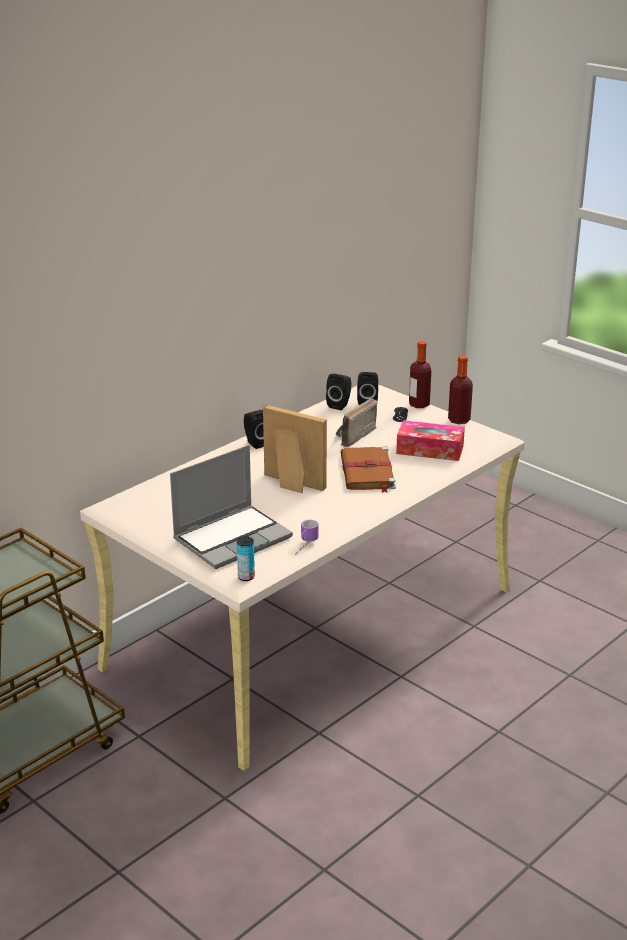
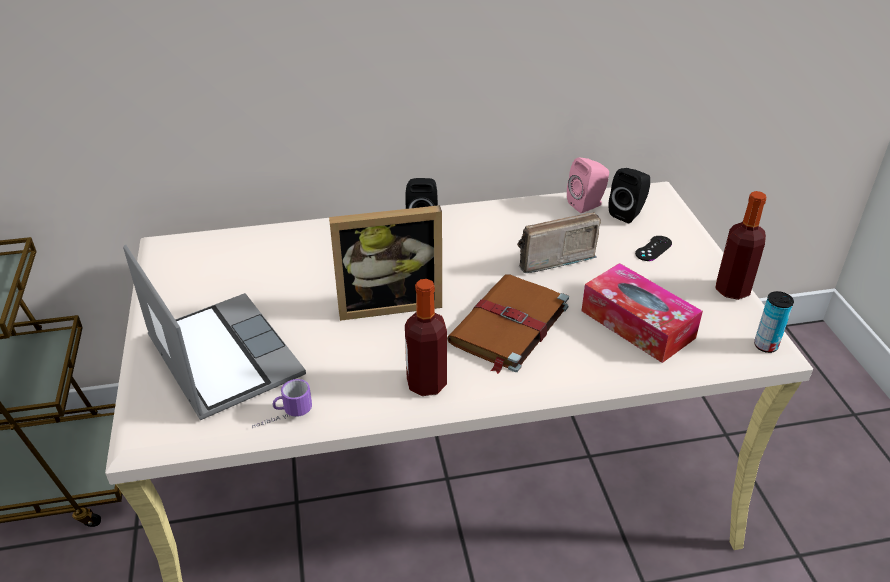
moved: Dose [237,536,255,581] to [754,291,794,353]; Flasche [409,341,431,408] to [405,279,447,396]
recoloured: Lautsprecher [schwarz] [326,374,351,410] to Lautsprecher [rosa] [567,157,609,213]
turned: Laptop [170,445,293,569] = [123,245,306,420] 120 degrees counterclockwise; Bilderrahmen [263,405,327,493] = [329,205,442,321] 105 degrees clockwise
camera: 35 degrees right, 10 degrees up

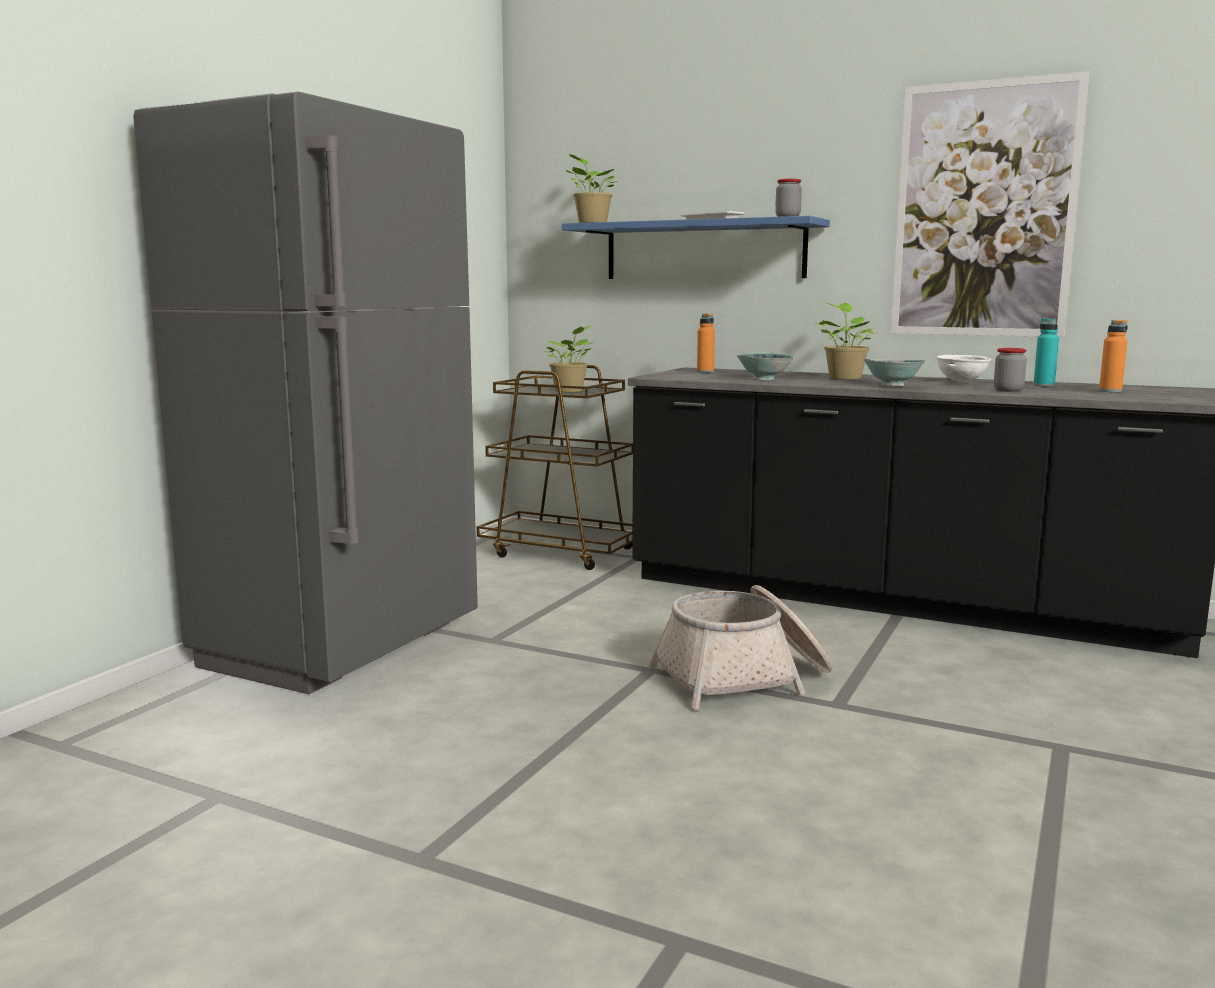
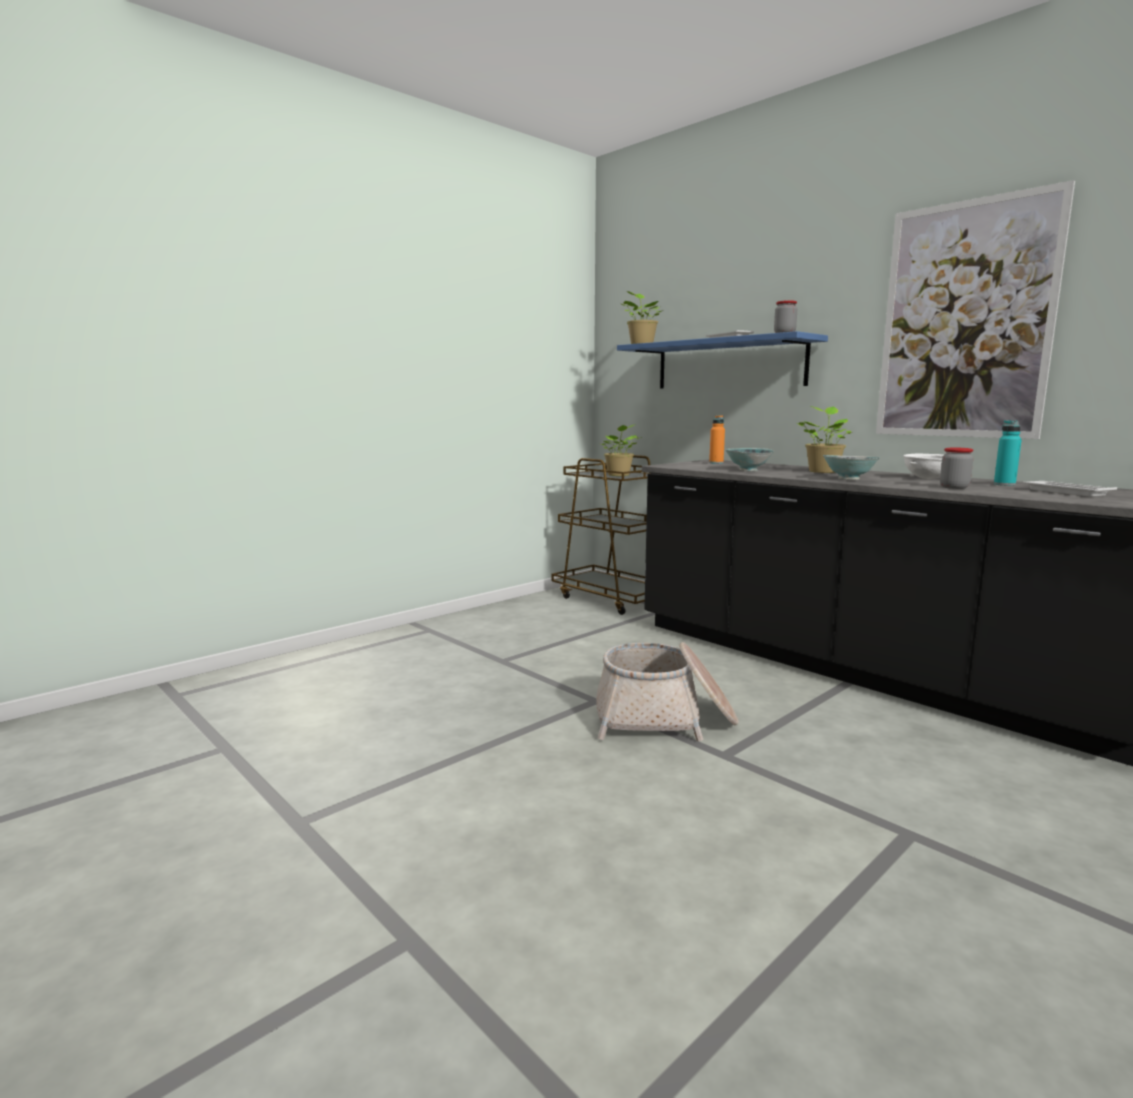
removed: Kühlschrank [grau] [133,92,478,694]
replaced: Flasche [orange] [1099,320,1128,392] to Tablett [weiß] [1023,481,1117,497]
camera: 20 degrees right, 0 degrees up

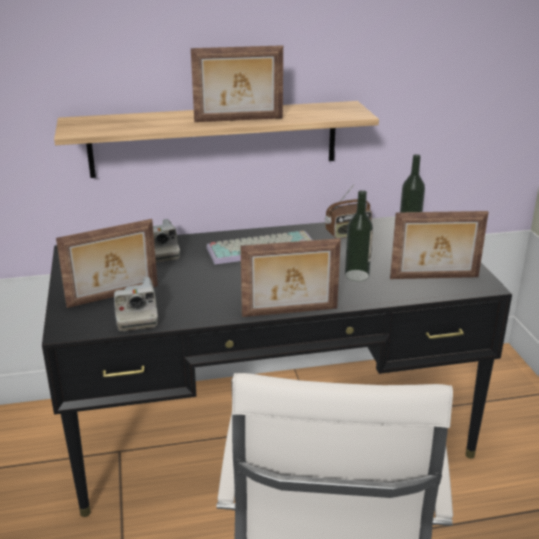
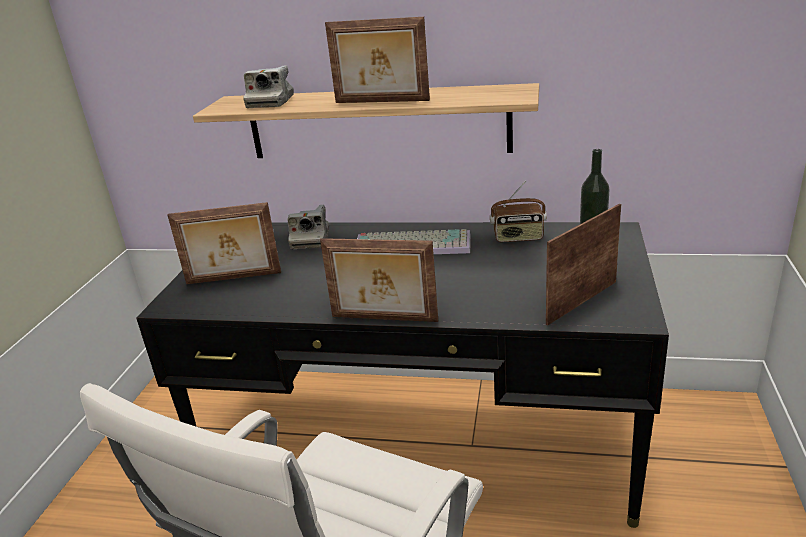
removed: Flasche [345,190,373,281]
moved: Kamera [114,277,158,331] to [243,66,294,108]
turned: Bilderrahmen [390,211,489,279] = [546,204,621,325] 120 degrees clockwise
camera: 25 degrees right, 0 degrees up

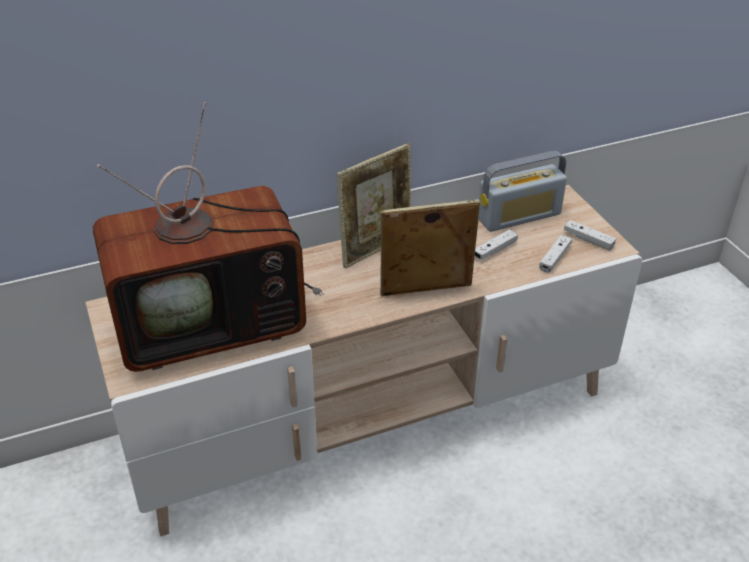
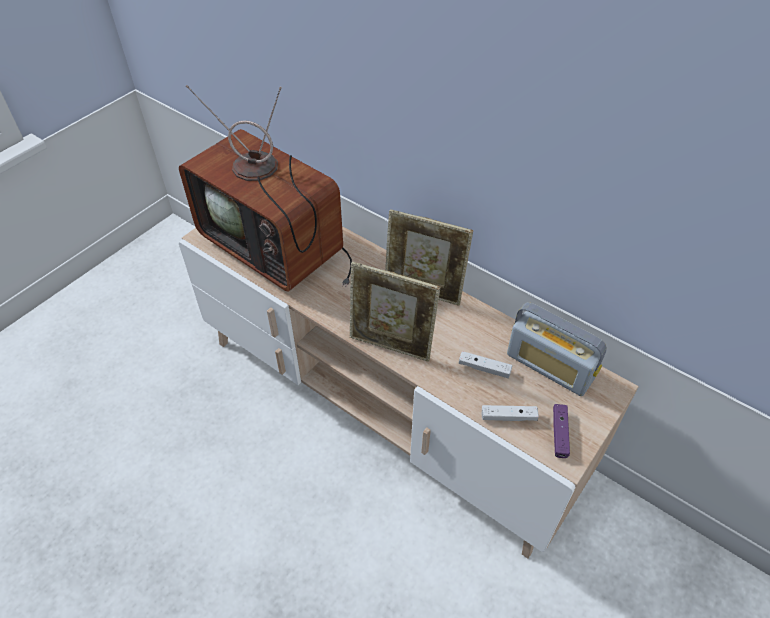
recoloured: Gamepad [weiß] [564,220,616,251] to Gamepad [lila] [553,404,570,458]
turned: Bilderrahmen [380,199,480,297] = [350,261,440,362] 150 degrees clockwise
camera: 60 degrees right, 10 degrees up

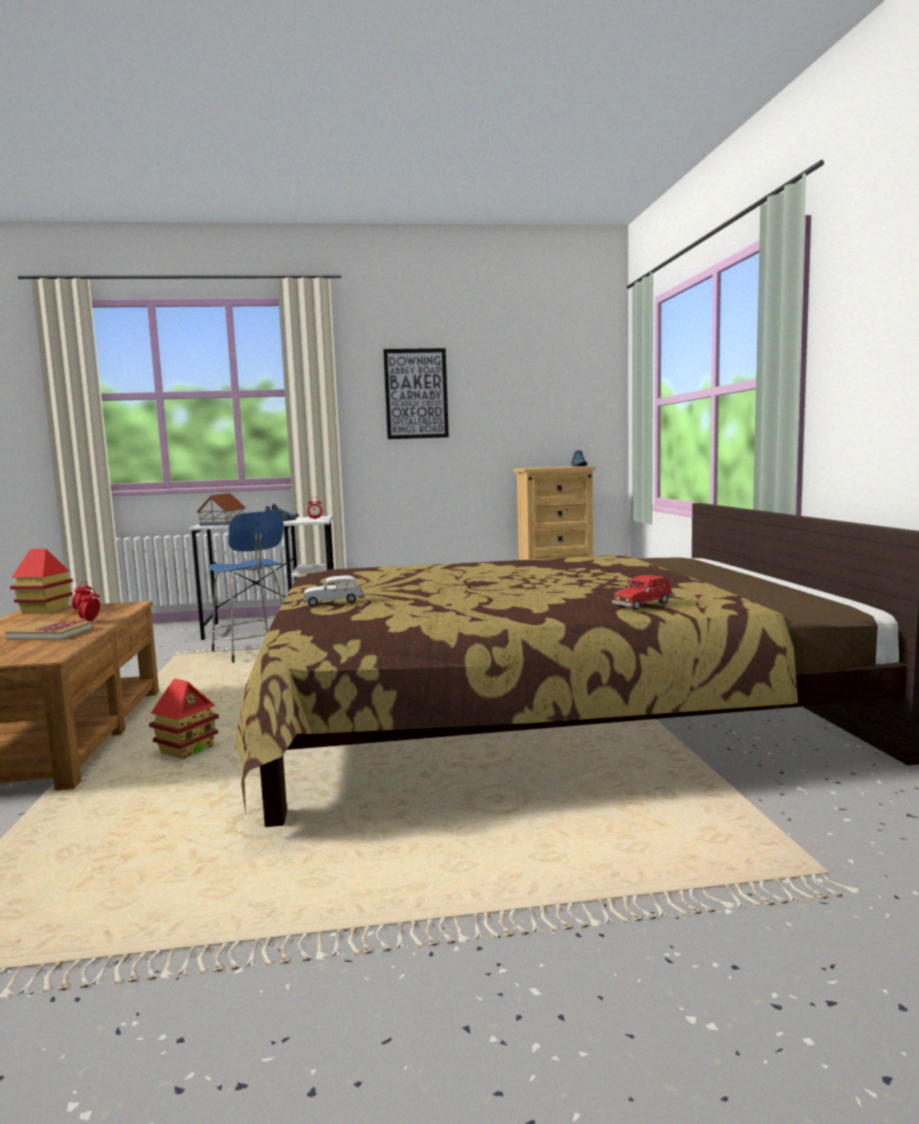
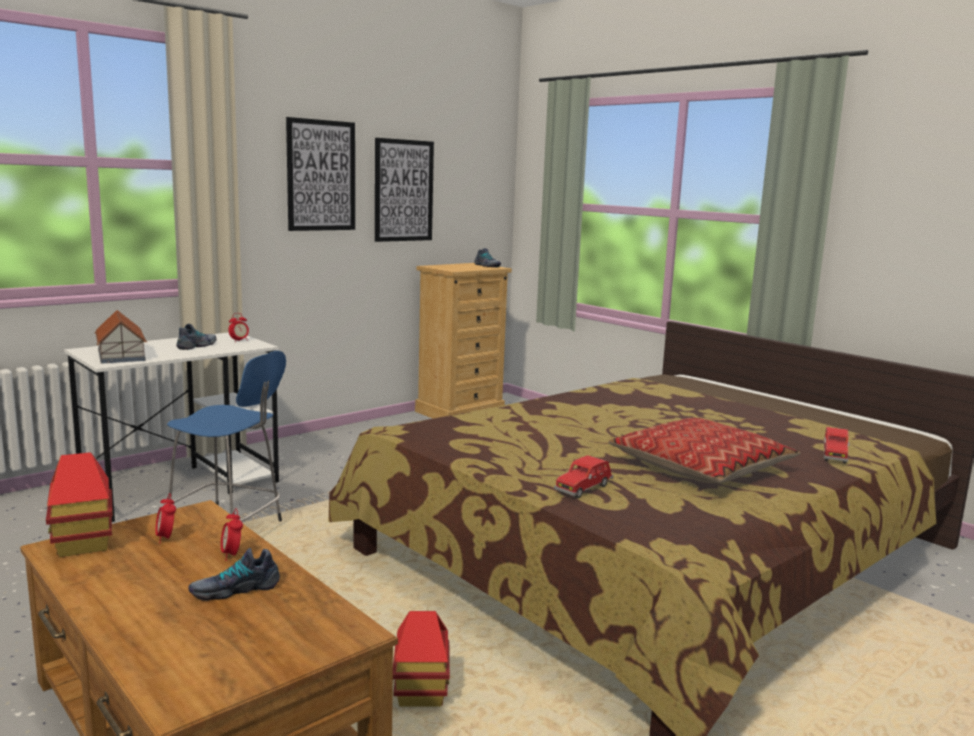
added: Bild [375,138,434,242]; Kissen [609,418,800,483]
replaced: Buch [5,621,93,640] to Schuh [188,548,280,601]
recoloured: Spielzeugauto [weiß] [304,576,365,607] to Spielzeugauto [rot] [554,455,613,498]
camera: 35 degrees left, 5 degrees up

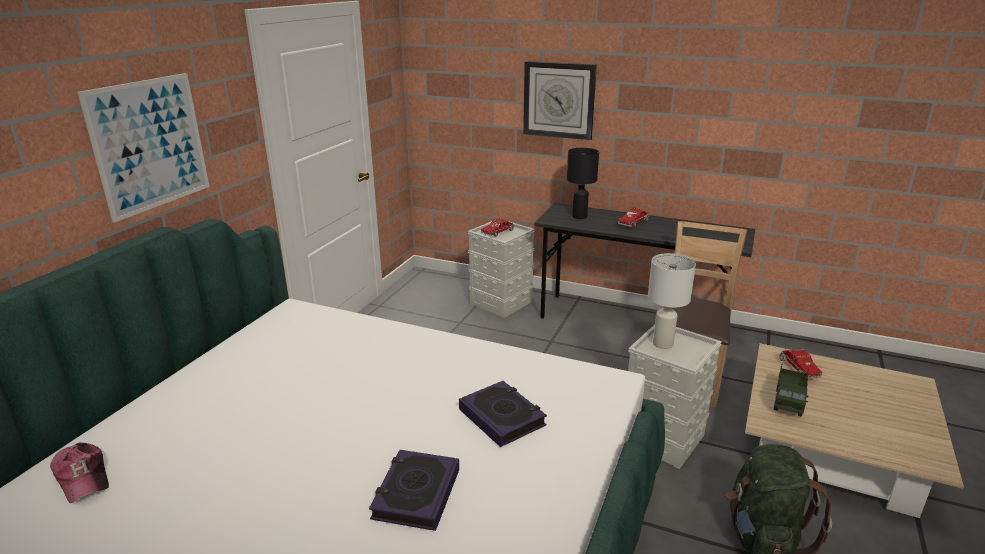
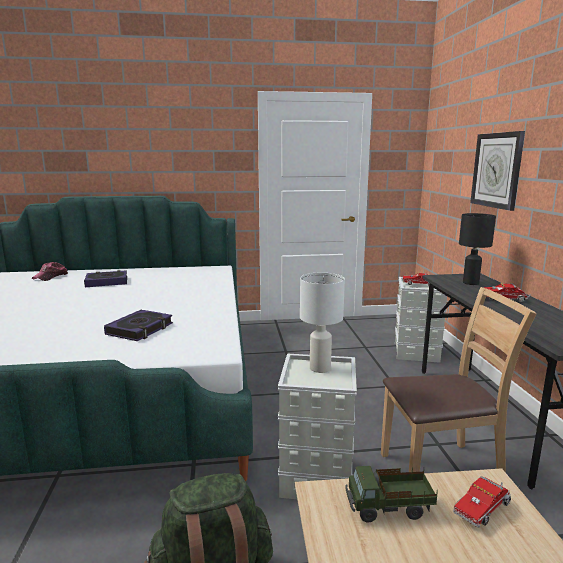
removed: Bild [77,73,210,223]
moved: Buch [369,450,459,531] to [84,270,127,287]
camera: 60 degrees right, 10 degrees down

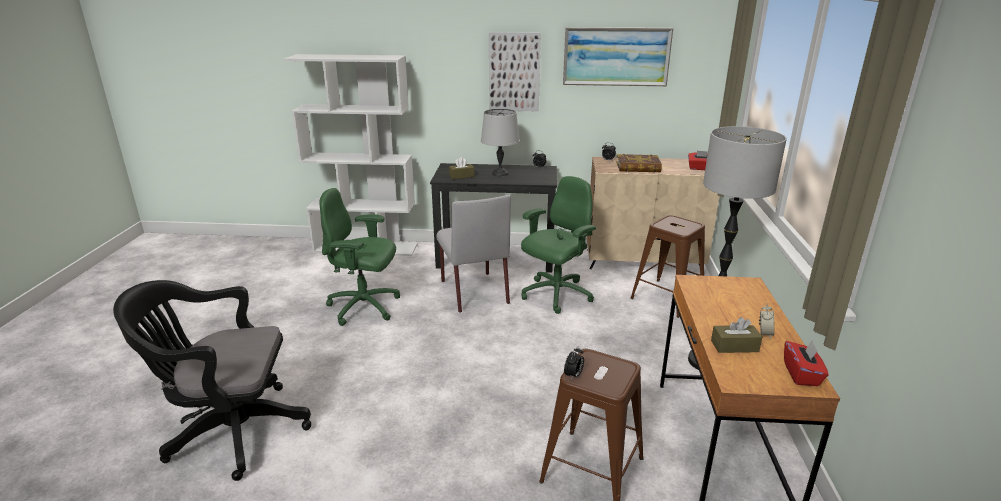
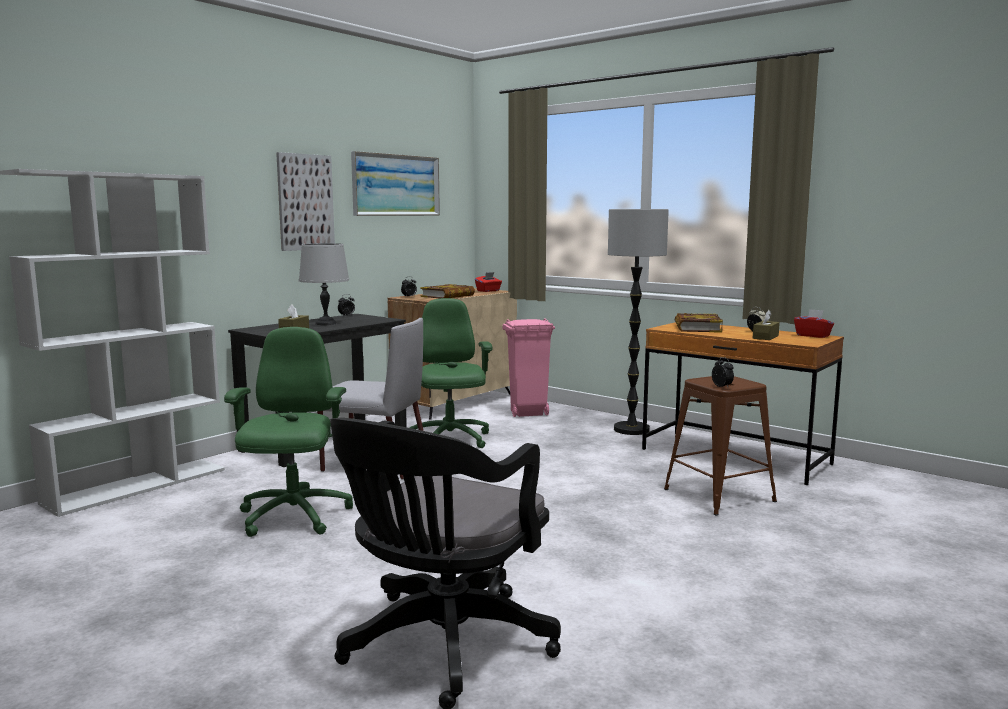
added: Buch [675,313,723,333]
replaced: Hocker [braun] [631,215,705,318] to Mülleimer [rosa] [503,318,555,417]
turned: Bürostuhl [grün] [319,188,400,326] = [224,327,353,537] 135 degrees clockwise
camera: 55 degrees left, 15 degrees down

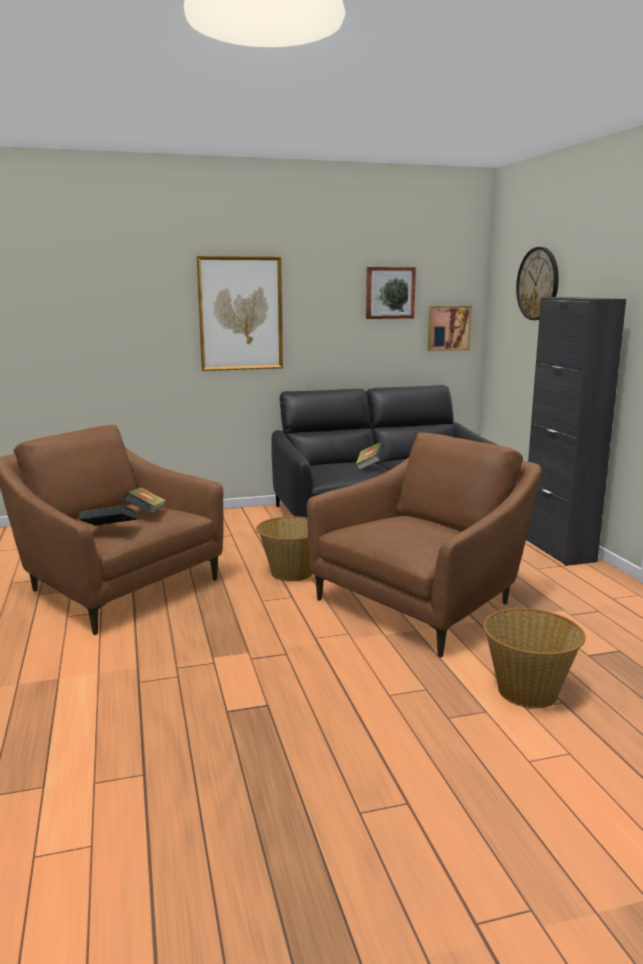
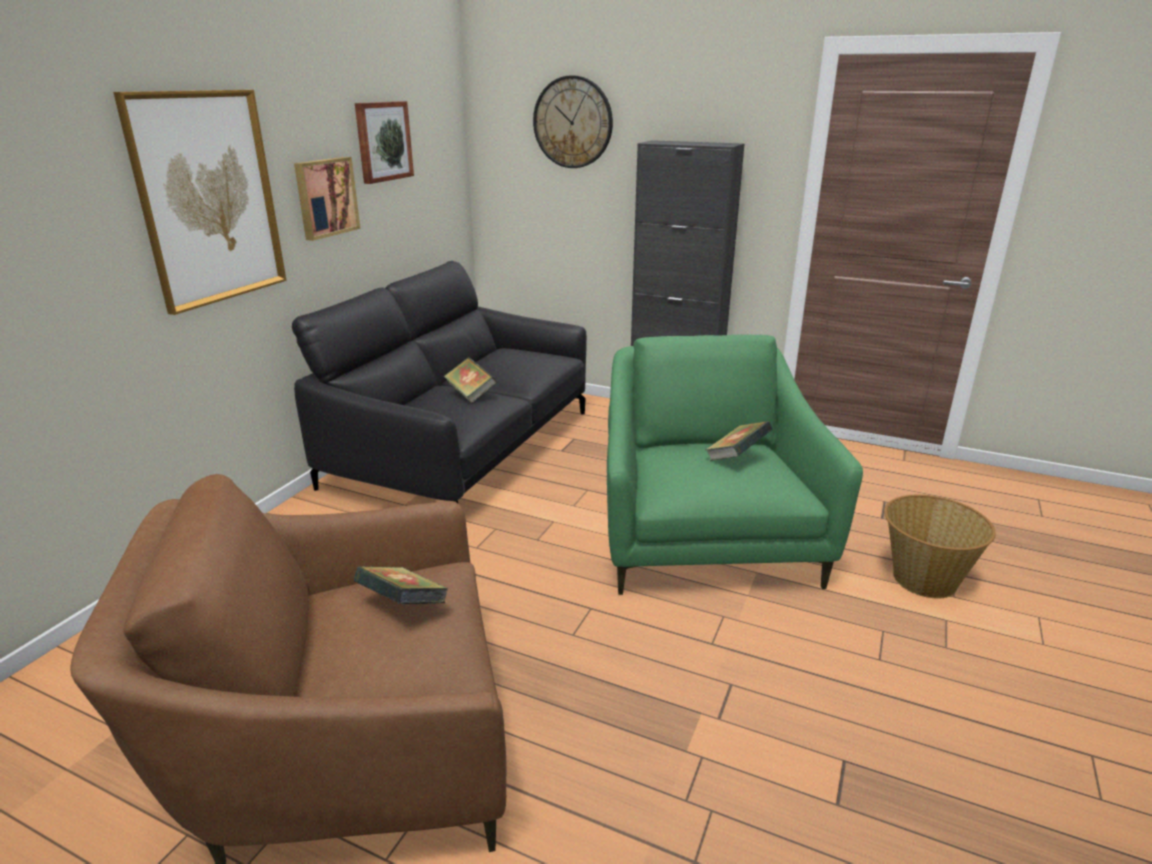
removed: Korb [256,516,312,582]
moved: Buch [79,506,138,526] to [706,421,772,461]; Bild [428,306,472,351] to [294,157,360,241]
recoloured: Sessel [braun] [307,433,542,657] to Sessel [grün] [607,335,863,595]
camera: 50 degrees left, 10 degrees up

